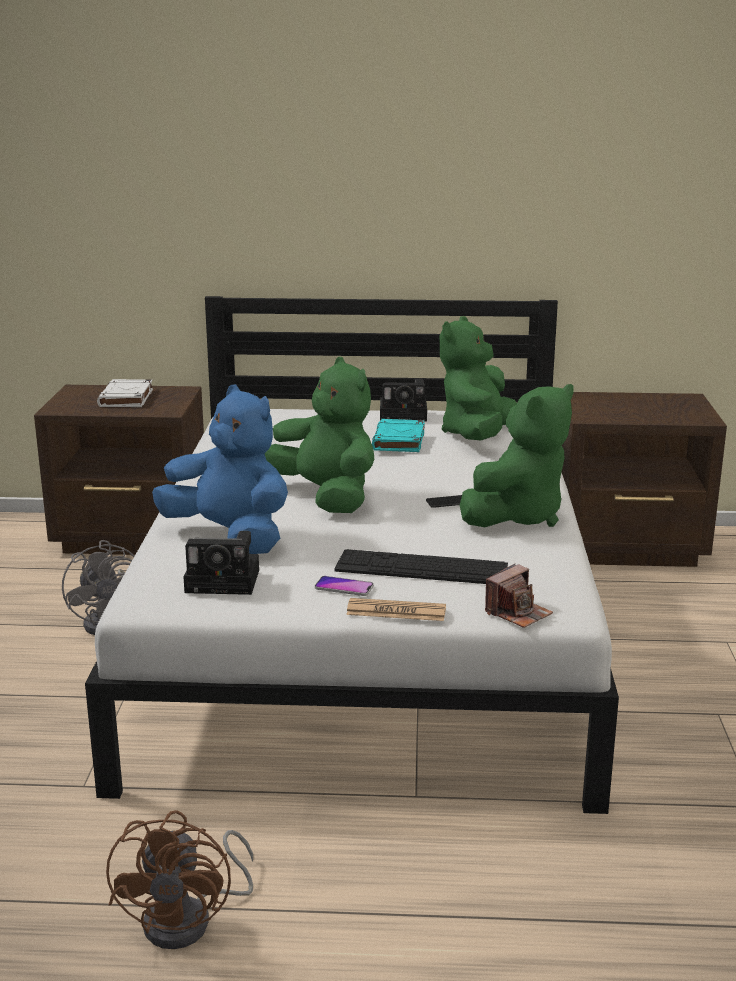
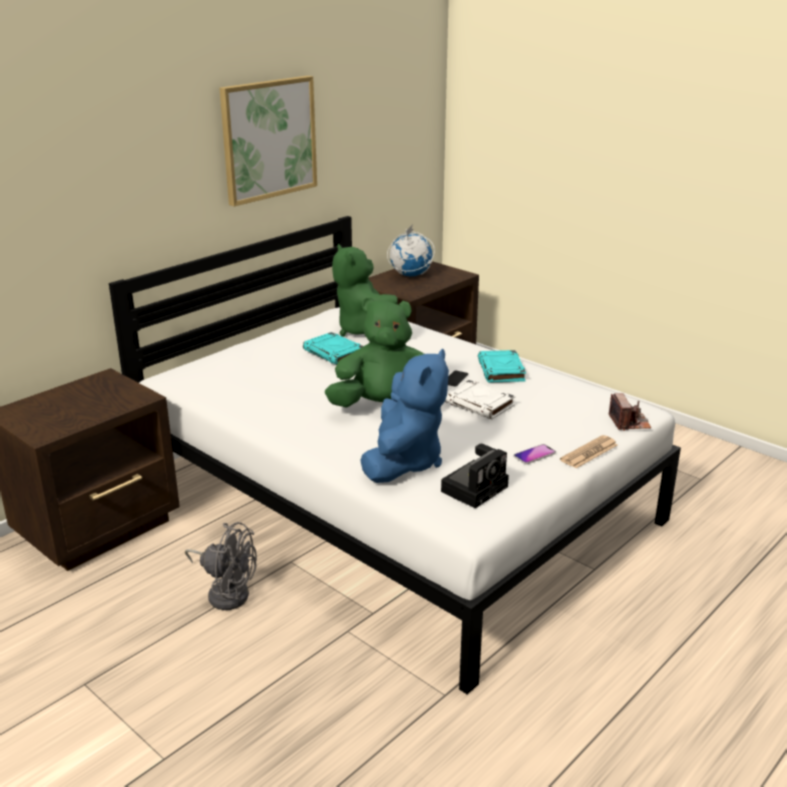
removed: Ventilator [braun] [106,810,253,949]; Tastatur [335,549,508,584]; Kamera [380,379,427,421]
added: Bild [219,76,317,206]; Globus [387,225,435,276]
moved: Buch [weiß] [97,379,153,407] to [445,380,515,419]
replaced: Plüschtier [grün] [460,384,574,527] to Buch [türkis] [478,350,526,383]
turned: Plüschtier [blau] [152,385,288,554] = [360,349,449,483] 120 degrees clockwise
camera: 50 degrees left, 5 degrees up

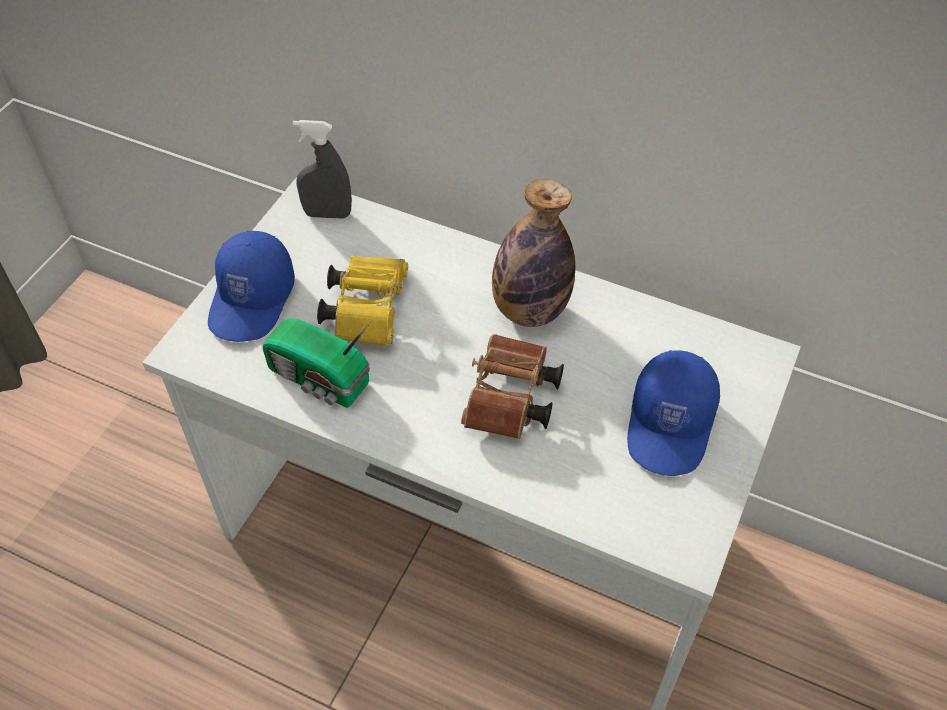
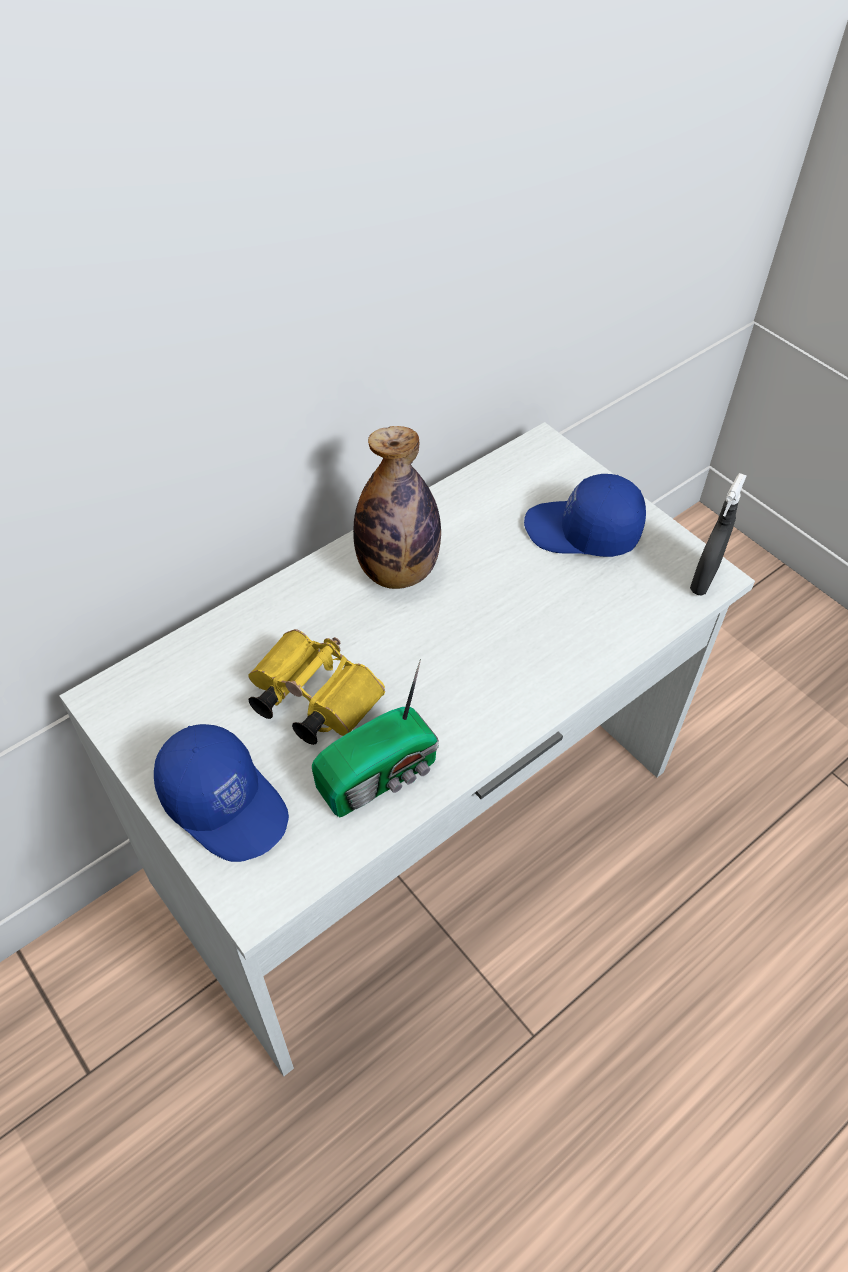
removed: Fernglas [braun] [461,334,564,439]
moved: Sprühflasche [grau] [293,120,352,219] to [690,473,747,596]
turned: Kappe [blau] [627,350,720,476] = [524,474,646,557] 150 degrees clockwise
camera: 65 degrees left, 0 degrees up

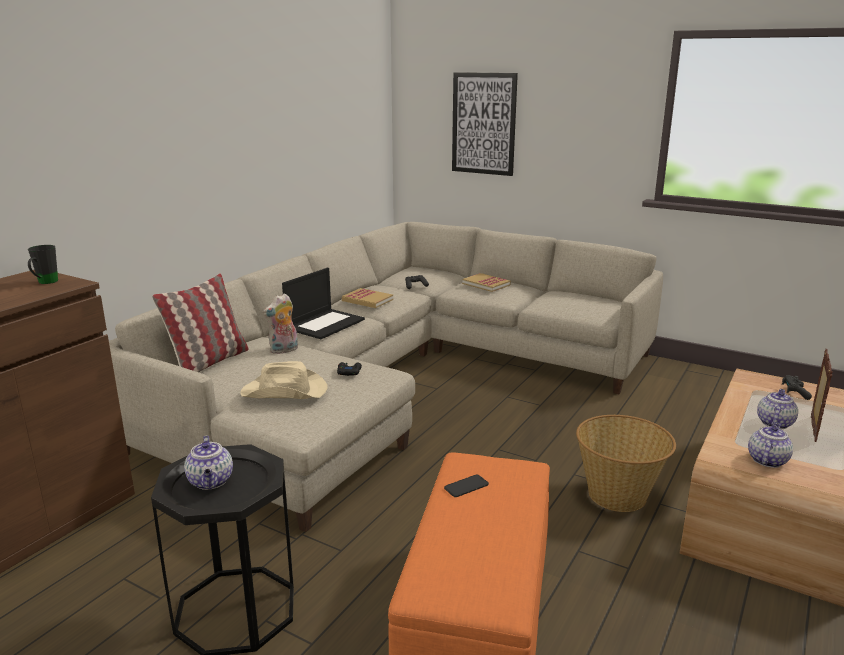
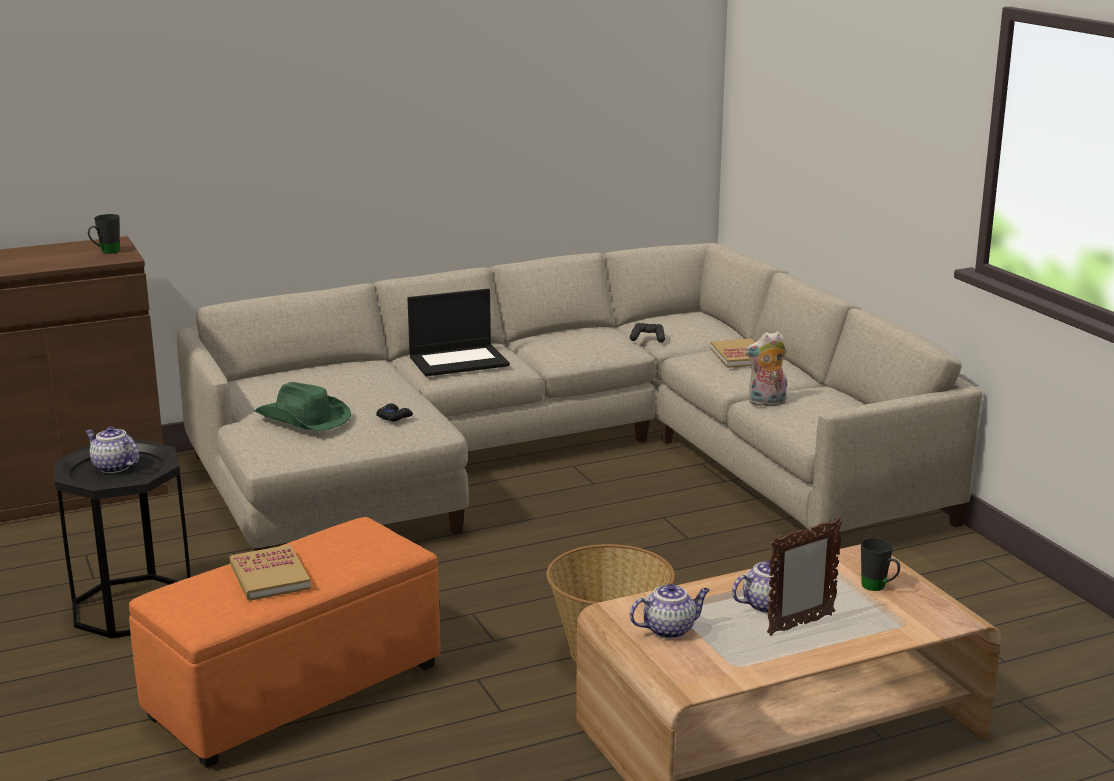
removed: Kissen [152,273,249,372]; Handy [444,474,489,497]; Bild [452,72,518,176]
moved: Plüschtier [263,293,298,354] to [745,331,787,406]; Buch [342,288,393,308] to [230,545,311,601]
replaced: Gamepad [schwarz] [782,375,812,400] to Henkelbecher [schwarz] [861,538,900,591]
recoloured: Hut [beige] [240,361,328,399] to Hut [grün] [254,382,351,432]
turned: Teekanne [184,435,233,490] = [86,426,139,473] 105 degrees clockwise
camera: 35 degrees right, 0 degrees up

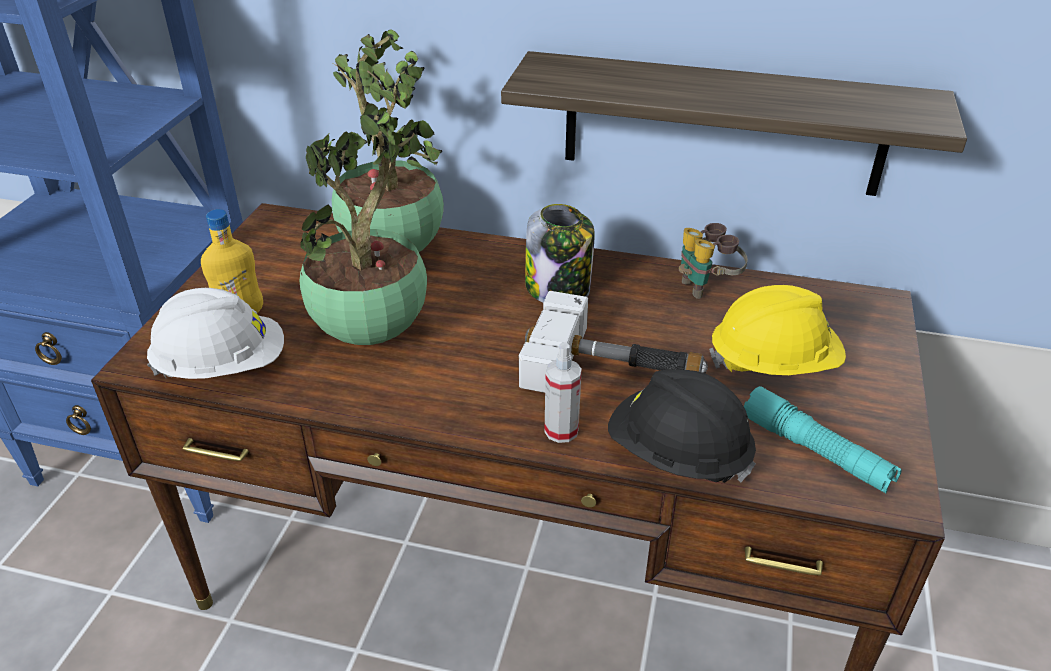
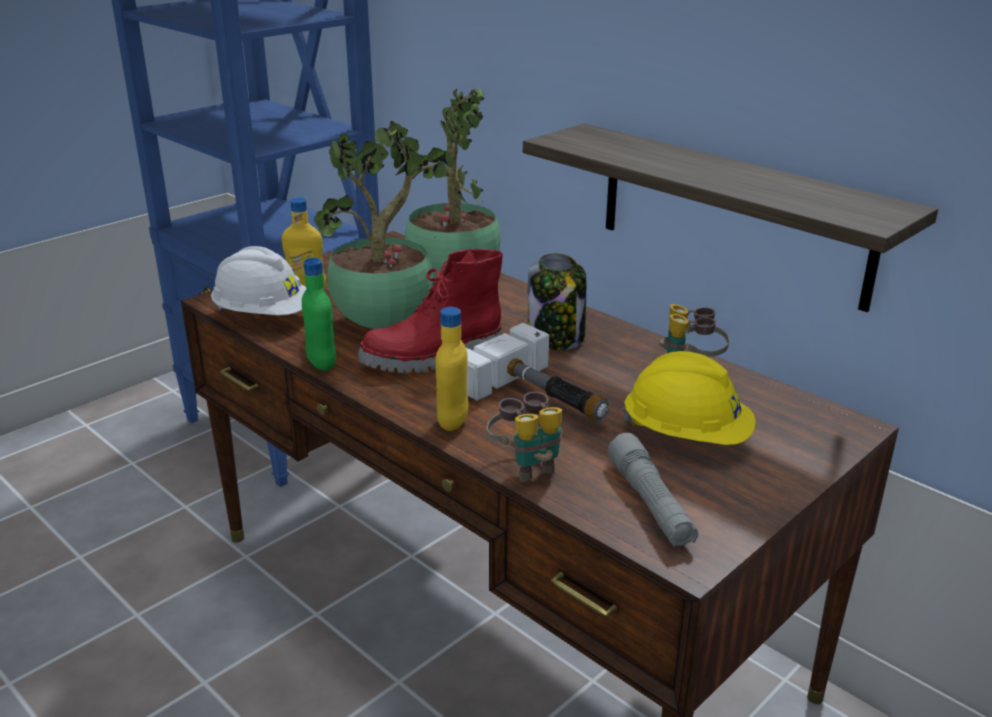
added: Flasche [grün] [302,258,336,371]; Stiefel [rot] [358,249,503,373]
replaced: Sprühflasche [544,343,582,443] to Flasche [gelb] [435,307,469,431]; Schutzhelm [schwarz] [608,369,756,483] to Fernglas [487,392,562,482]
recoloured: Taschenlampe [türkis] [744,386,902,493] to Taschenlampe [grau] [608,433,698,546]
camera: 30 degrees right, 10 degrees down

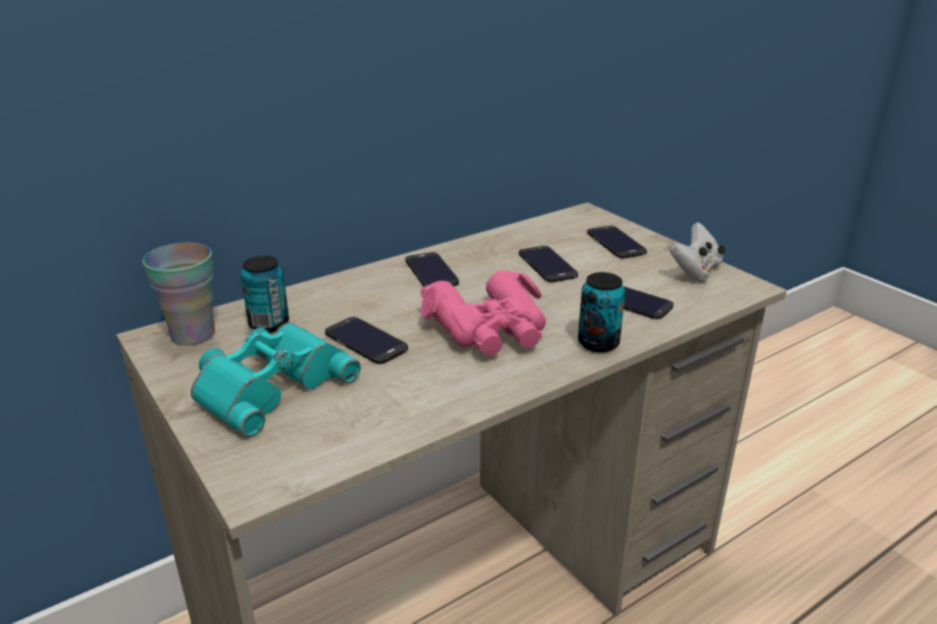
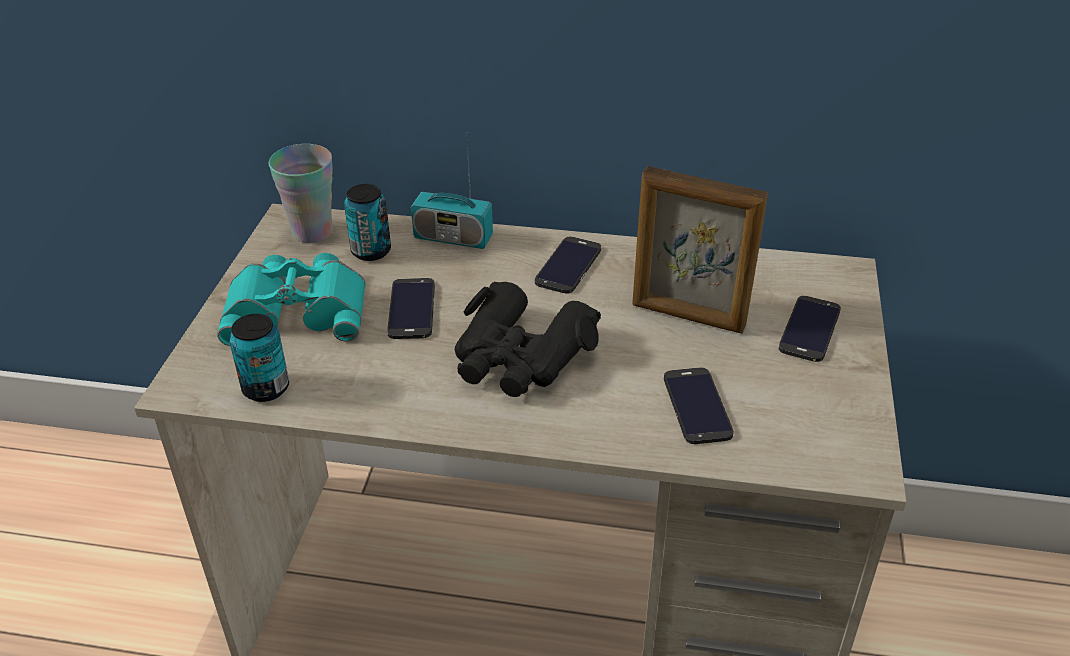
removed: Gamepad [weiß] [669,222,725,282]
added: Radio [411,141,493,249]
moved: Dose [578,272,625,352] to [229,314,289,402]
replaced: Handy [519,246,578,282] to Bilderrahmen [632,166,768,334]
recoloured: Fernglas [rosa] [420,271,546,356] to Fernglas [schwarz] [455,282,601,397]
camera: 45 degrees right, 10 degrees up

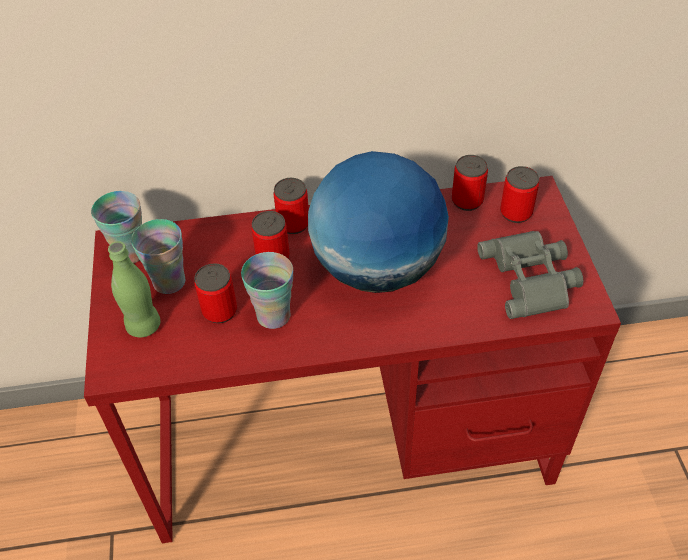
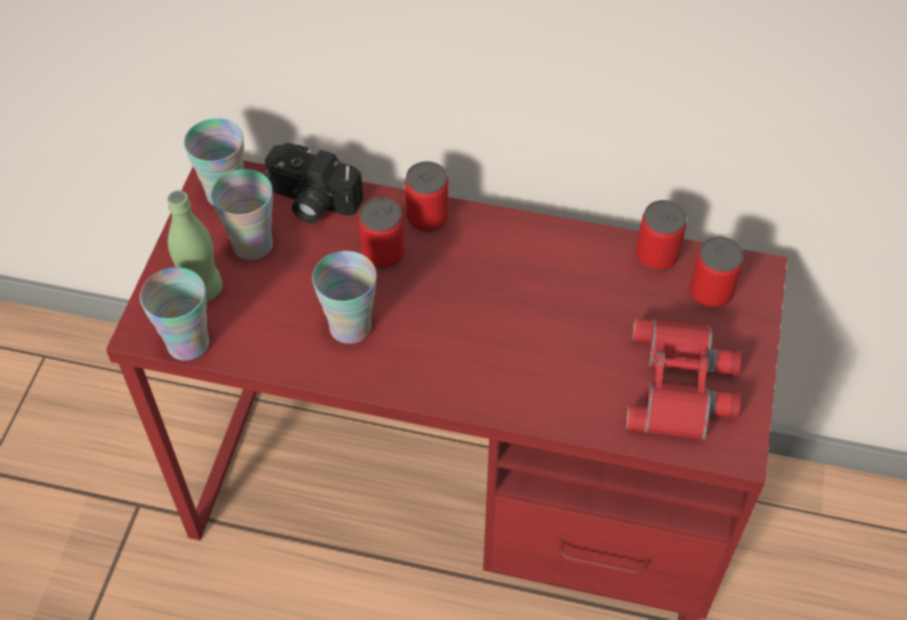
removed: Dose [195,263,237,324]; Globus [308,151,449,293]
added: Tasse [140,267,209,361]; Kamera [264,143,363,223]
recoloured: Fernglas [grau] [477,231,583,319] to Fernglas [rot] [625,318,742,440]
camera: 20 degrees right, 5 degrees up

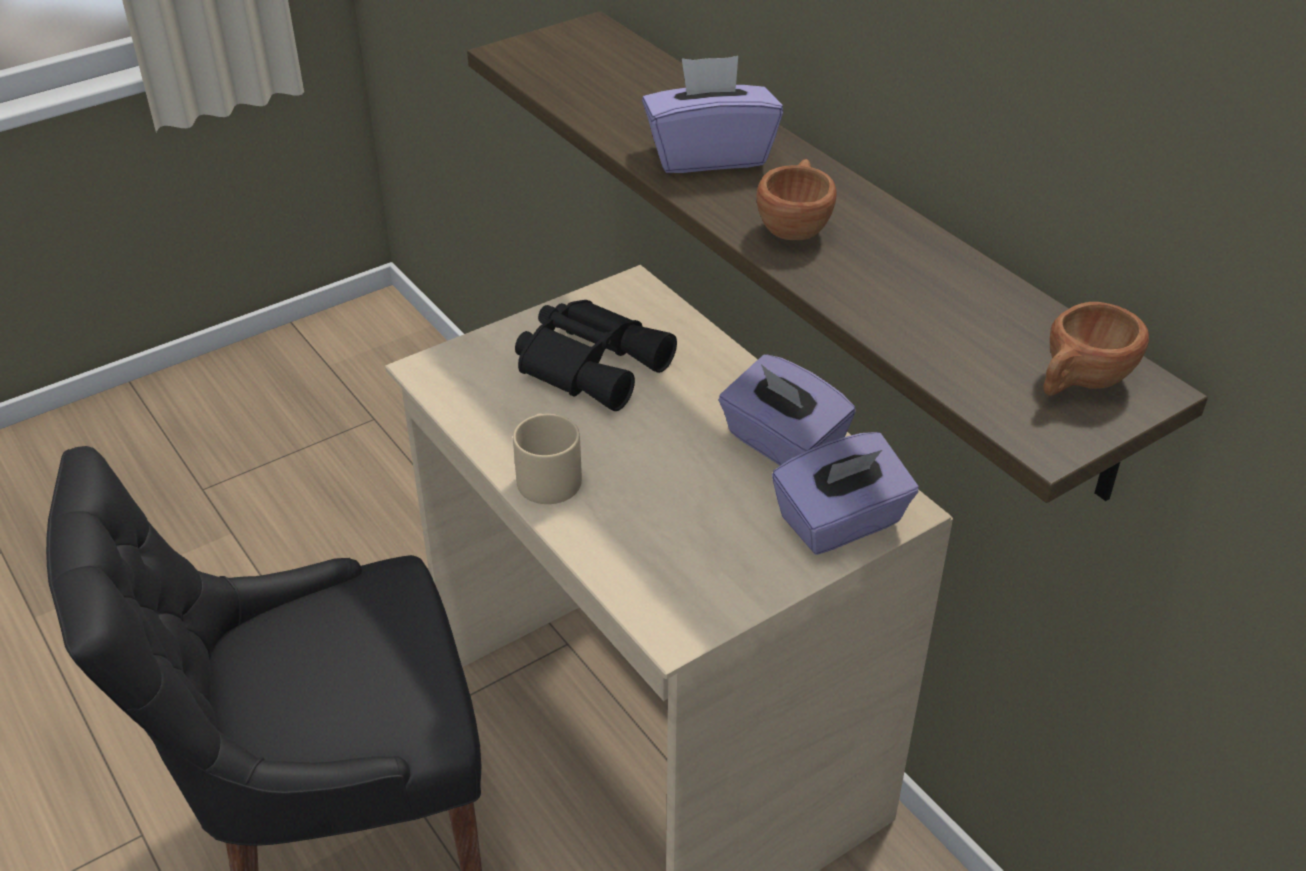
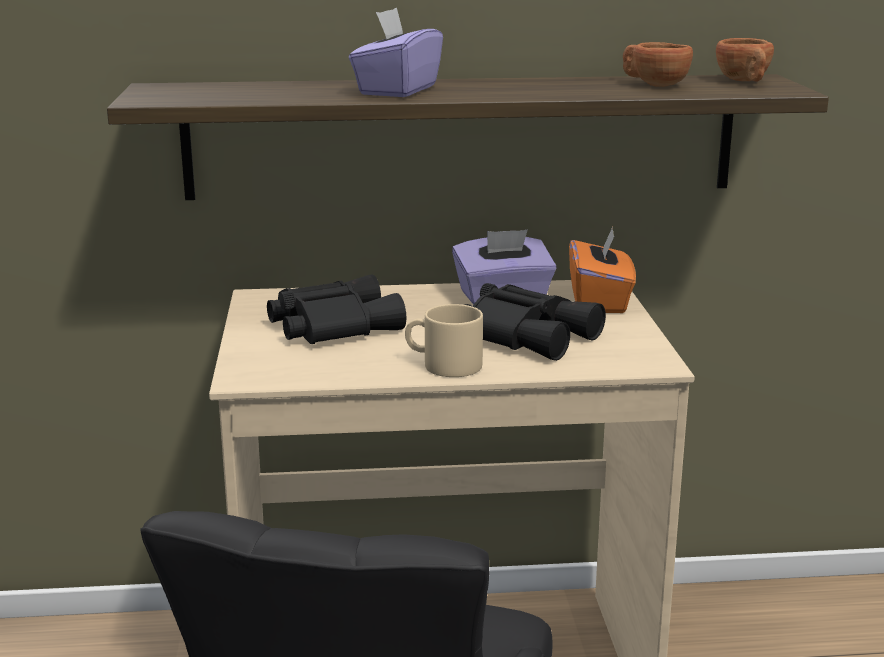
added: Fernglas [schwarz] [465,283,606,361]
moved: Tasse [braun] [756,159,837,240] to [623,42,693,87]
recoloured: Taschentuchbox [lila] [772,432,919,555] to Taschentuchbox [orange] [569,227,636,313]
camera: 60 degrees left, 20 degrees down

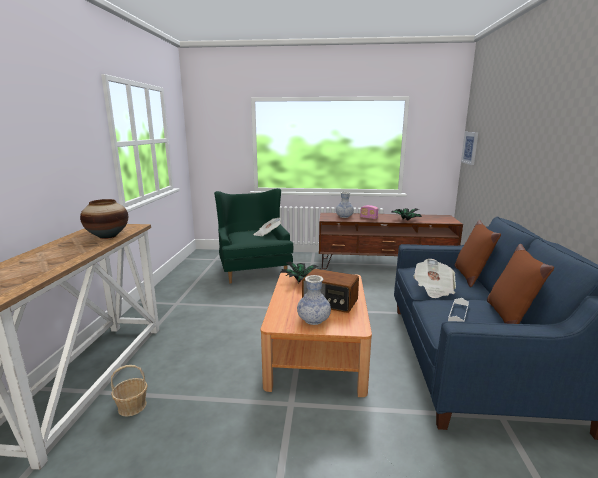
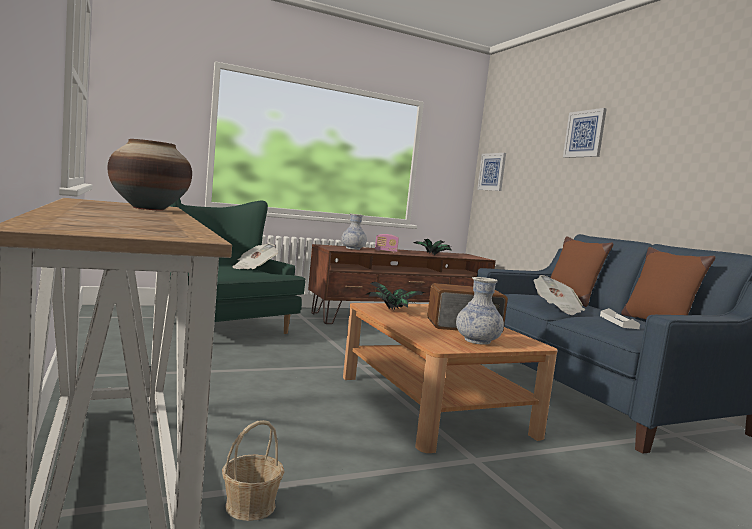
added: Bild [563,108,607,158]
camera: 30 degrees left, 10 degrees down

